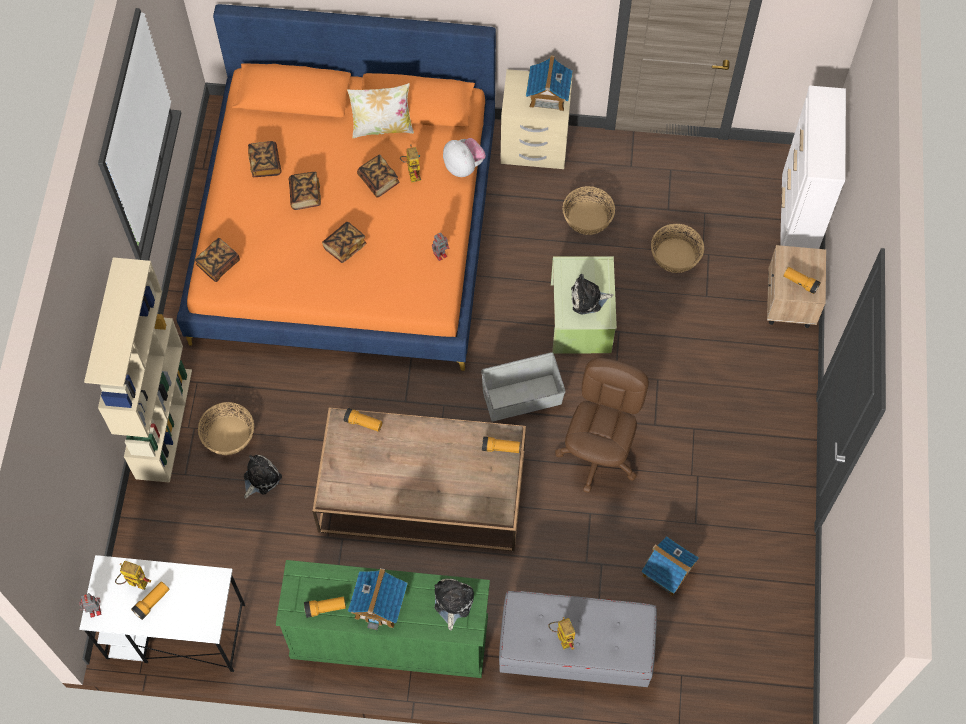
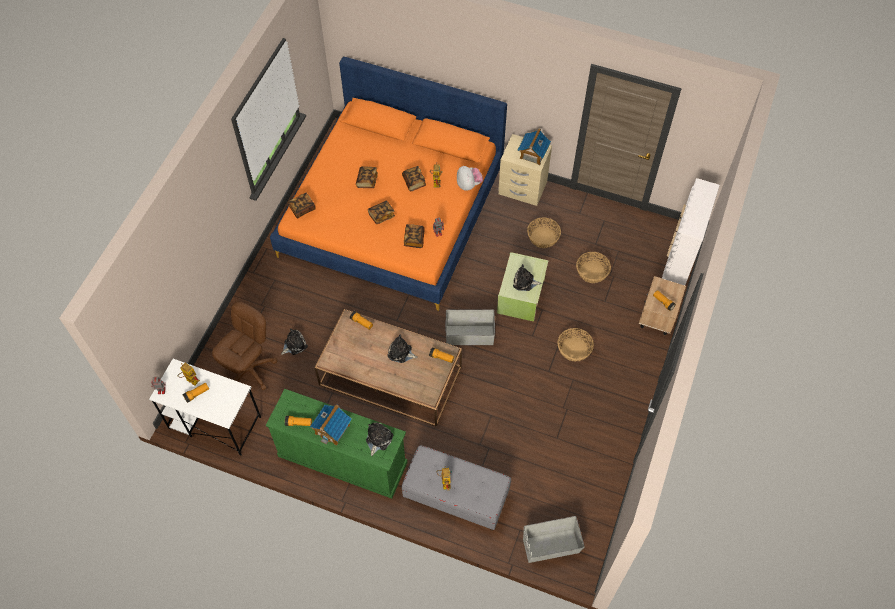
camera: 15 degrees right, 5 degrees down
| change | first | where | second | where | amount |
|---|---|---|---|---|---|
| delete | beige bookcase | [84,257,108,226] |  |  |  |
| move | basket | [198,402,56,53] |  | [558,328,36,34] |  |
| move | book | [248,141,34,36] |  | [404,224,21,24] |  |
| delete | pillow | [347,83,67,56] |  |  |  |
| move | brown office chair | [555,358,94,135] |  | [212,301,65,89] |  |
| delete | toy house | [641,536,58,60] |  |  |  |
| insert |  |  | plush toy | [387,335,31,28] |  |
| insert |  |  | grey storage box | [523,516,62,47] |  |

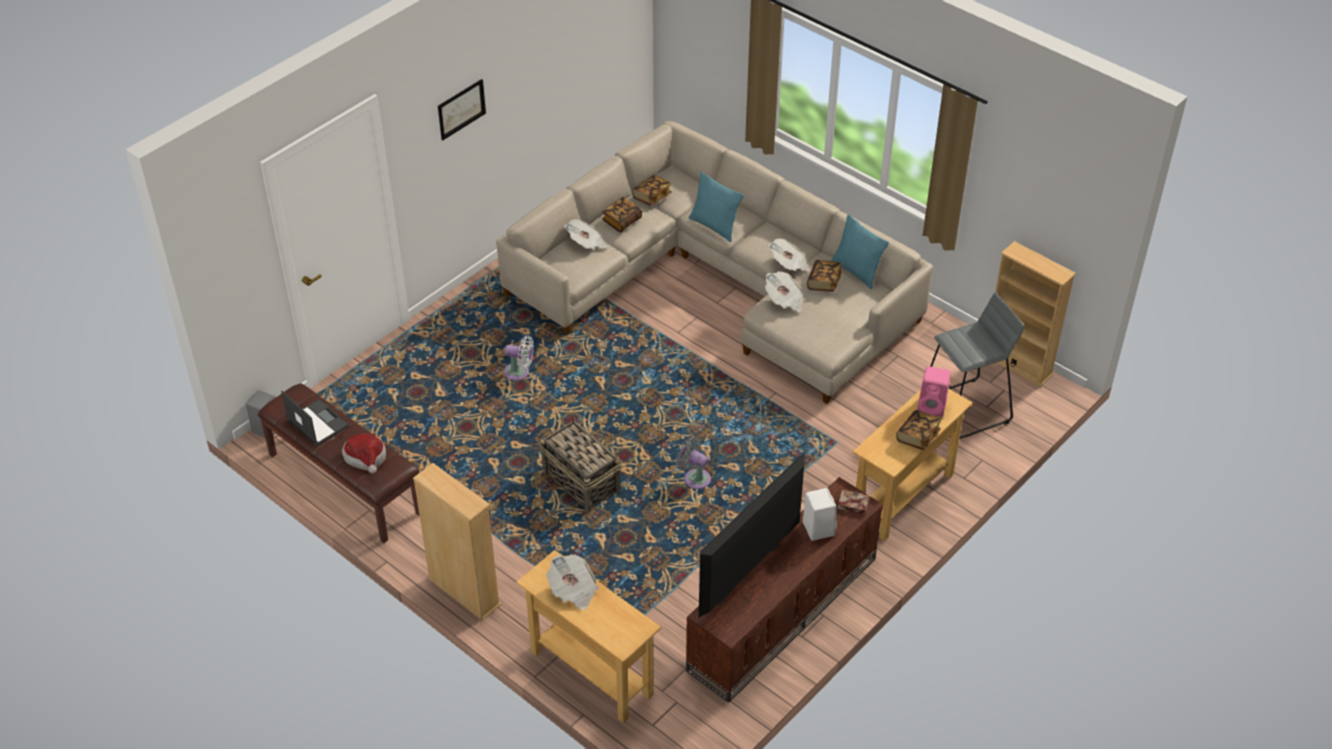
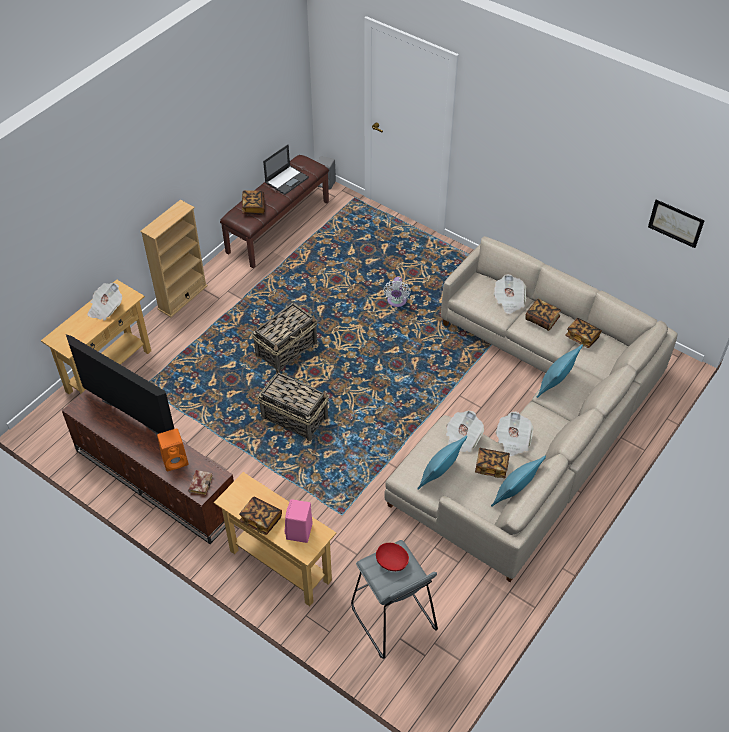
camera: 85 degrees right, 5 degrees up
| change | first | where | second | where | amount |
|---|---|---|---|---|---|
| replace | hat | [342,433,44,40] | book | [242,190,23,25] |  |
| move | picture | [438,79,48,62] |  | [648,200,56,48] |  |
| replace | grey fan | [676,437,35,52] | basket | [258,369,71,72] |  |
| recolor | white speaker | [803,488,34,53] | orange speaker | [157,428,31,43] |  |
| delete | beige bookcase | [995,241,81,146] |  |  |  |
| insert |  |  | red bowl | [376,542,33,29] |  |
| insert |  |  | turquoise pillow | [417,435,50,55] |  |

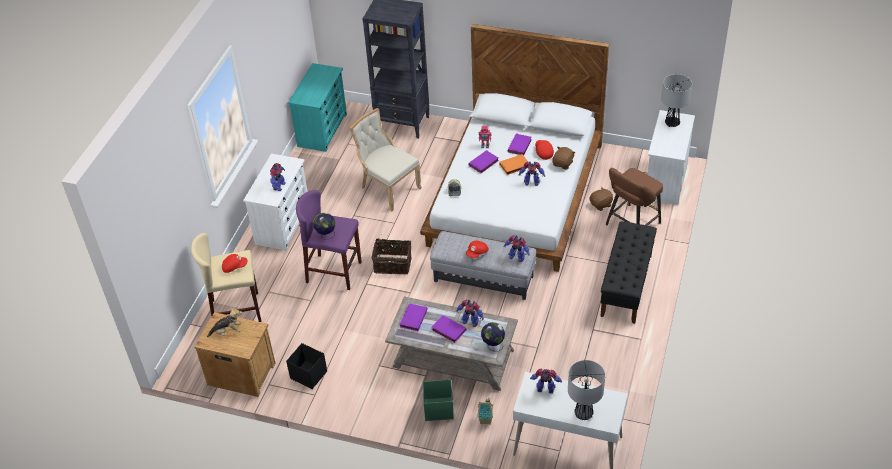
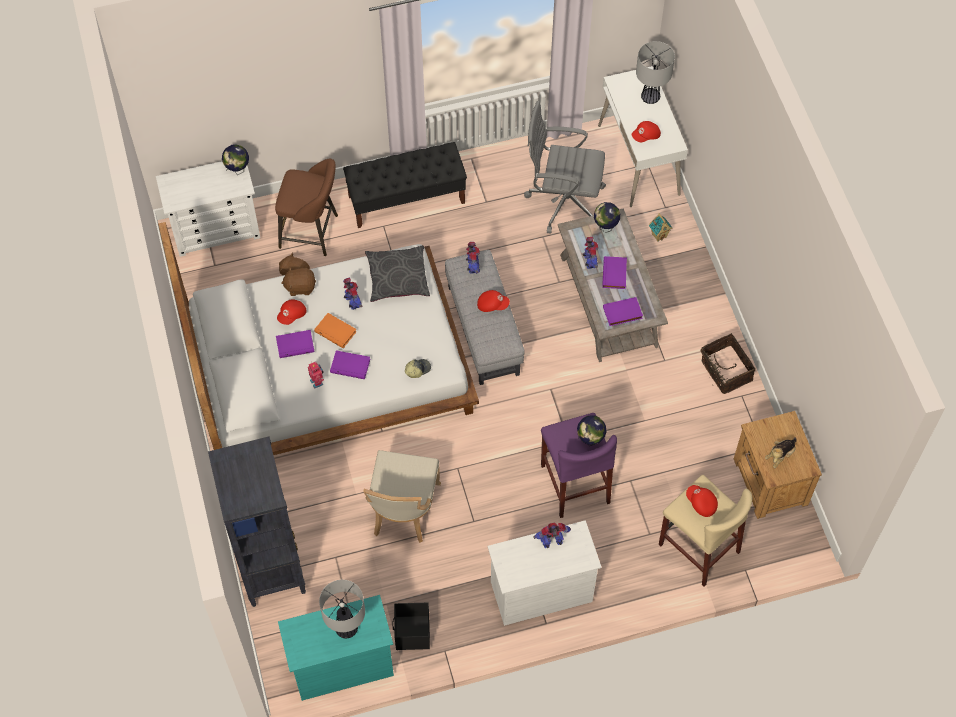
camera: 125 degrees left, 15 degrees up
| change | first | where | second | where | amount |
|---|---|---|---|---|---|
| rotate | plush toy | [207,306,35,31] |  | [765,437,31,31] | 90 degrees counterclockwise |
| move | black storage box | [286,343,41,46] |  | [392,602,38,48] |  |
| move | basket | [371,239,41,35] |  | [701,333,54,61] |  |
| delete | green storage box | [423,380,31,41] |  |  |  |
| replace | toy robot | [530,369,32,25] | red cap | [632,121,29,21] |  |
| move | table lamp | [661,74,31,53] |  | [319,580,46,58] |  |
| insert |  |  | globe | [222,144,27,31] |  |
| insert |  |  | grey pillow | [365,245,65,57] |  |
| insert |  |  | grey office chair | [524,101,82,133] |  |

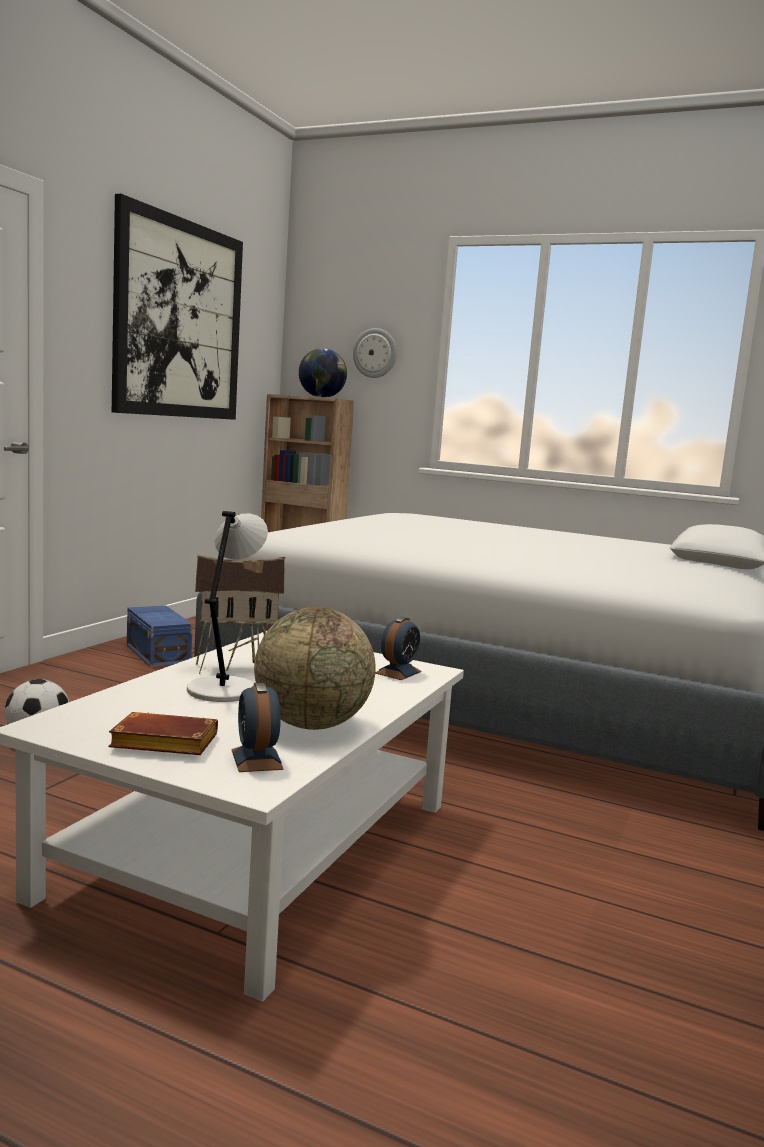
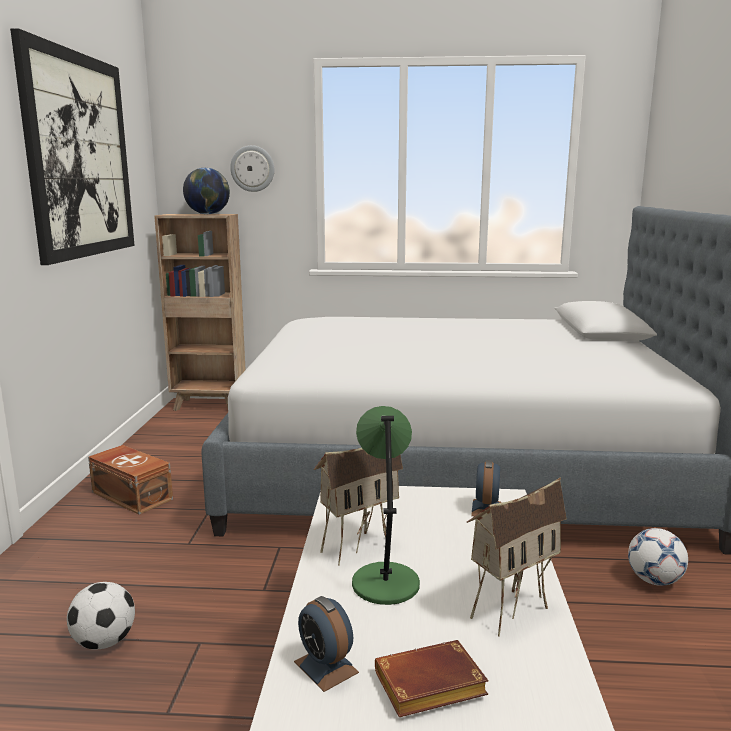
camera: 20 degrees left, 5 degrees up
| change | first | where | second | where | amount |
|---|---|---|---|---|---|
| recolor | blue storage box | [127,605,66,62] | brown storage box | [88,445,85,70] |  |
| recolor | grey table lamp | [187,511,81,191] | green table lamp | [352,406,68,199] |  |
| move | alarm clock | [231,683,53,89] |  | [294,596,65,96] |  |
| replace | globe | [254,607,122,123] | toy house | [467,477,100,160] |  |
| insert |  |  | football | [628,528,60,58] |  |

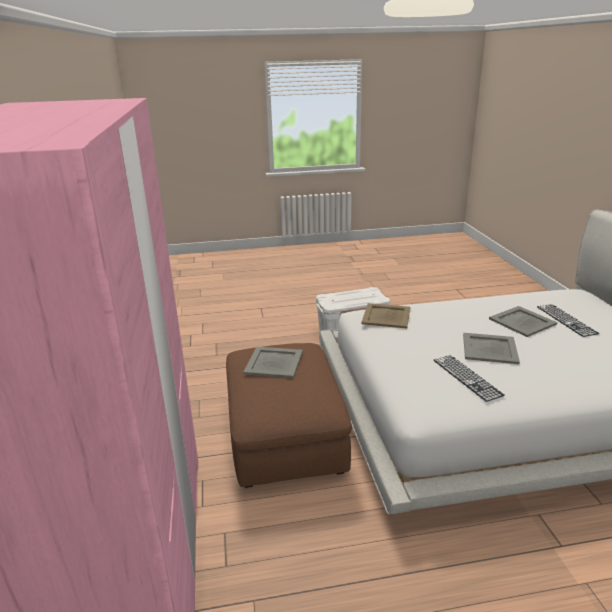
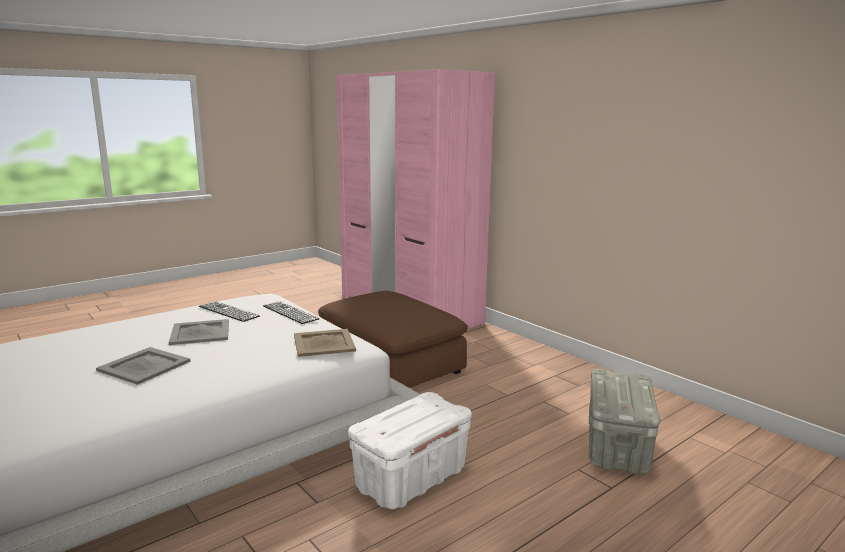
camera: 150 degrees right, 10 degrees down
| change | first | where | second | where | amount |
|---|---|---|---|---|---|
| delete | grey tray | [243,347,60,31] |  |  |  |
| move | keyboard | [537,304,62,33] |  | [263,301,56,23] |  |
| insert |  |  | grey storage box | [589,369,71,105] |  |

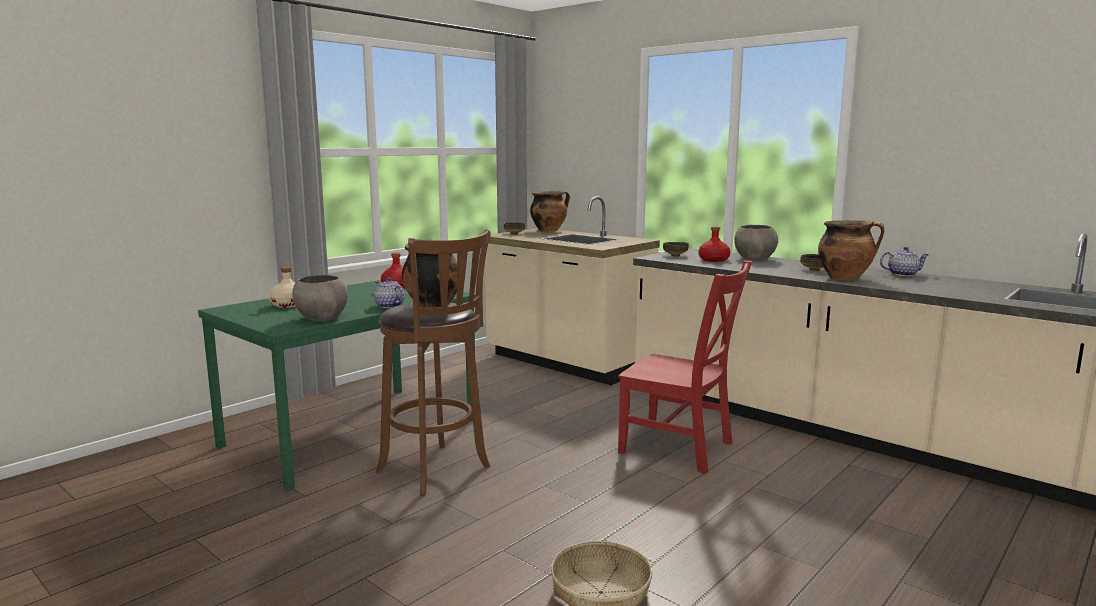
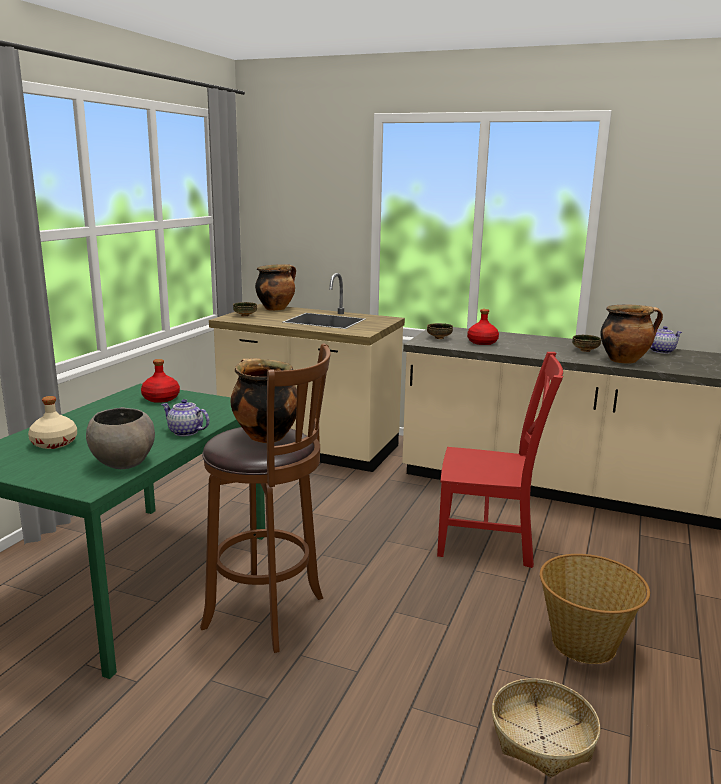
camera: 20 degrees left, 5 degrees up
| change | first | where | second | where | amount |
|---|---|---|---|---|---|
| delete | grey bowl | [734,224,44,37] |  |  |  |
| insert |  |  | basket | [540,554,110,110] |  |

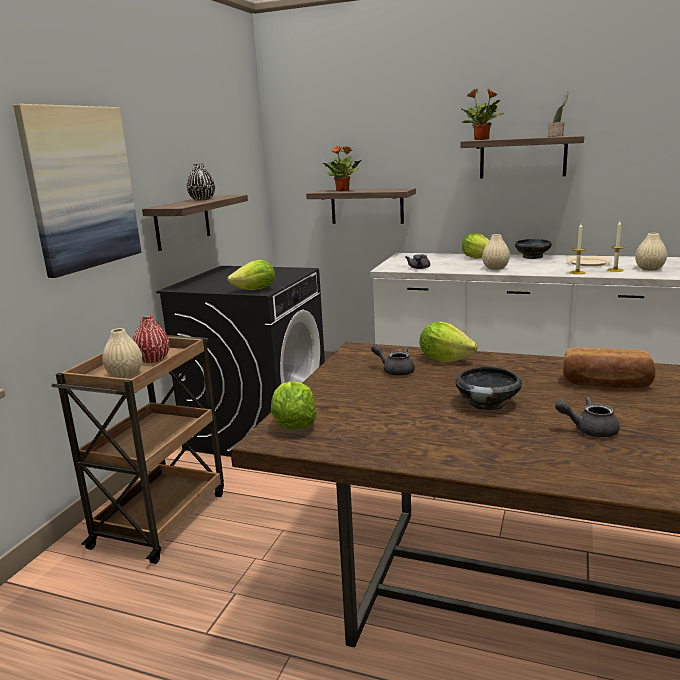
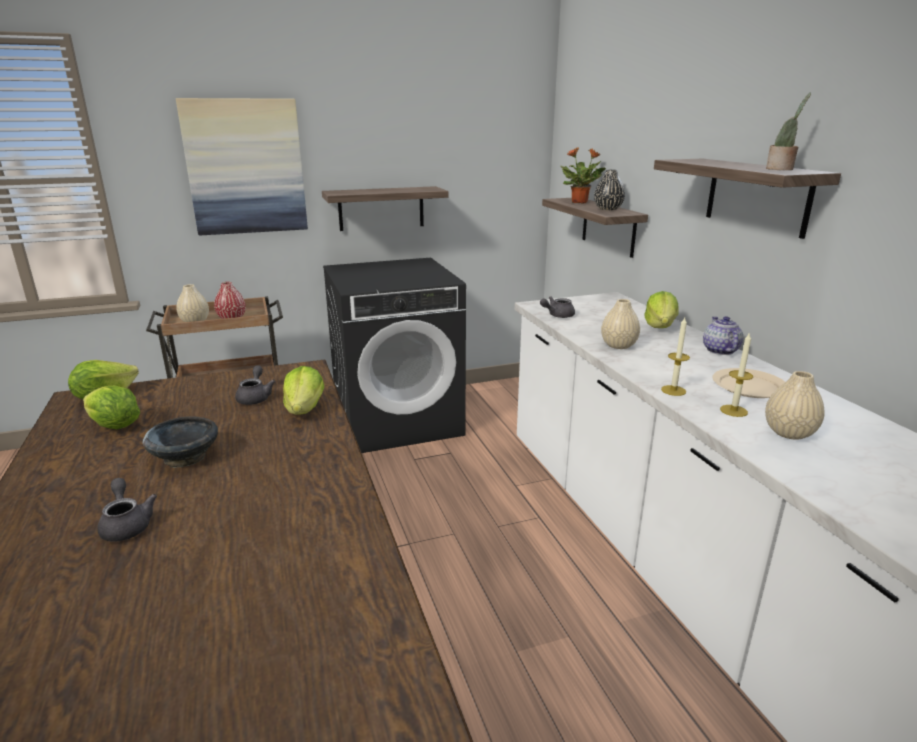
camera: 50 degrees right, 5 degrees up
| change | first | where | second | where | amount |
|---|---|---|---|---|---|
| move | black vase | [187,164,28,37] |  | [594,170,31,40] |  |
| move | lettuce | [227,260,48,30] |  | [83,386,57,43] |  |
| delete | potted plant | [460,89,44,51] |  |  |  |
| replace | black bowl | [515,239,37,20] | teapot | [703,316,40,39] |  |
| delete | bread | [563,347,93,41] |  |  |  |

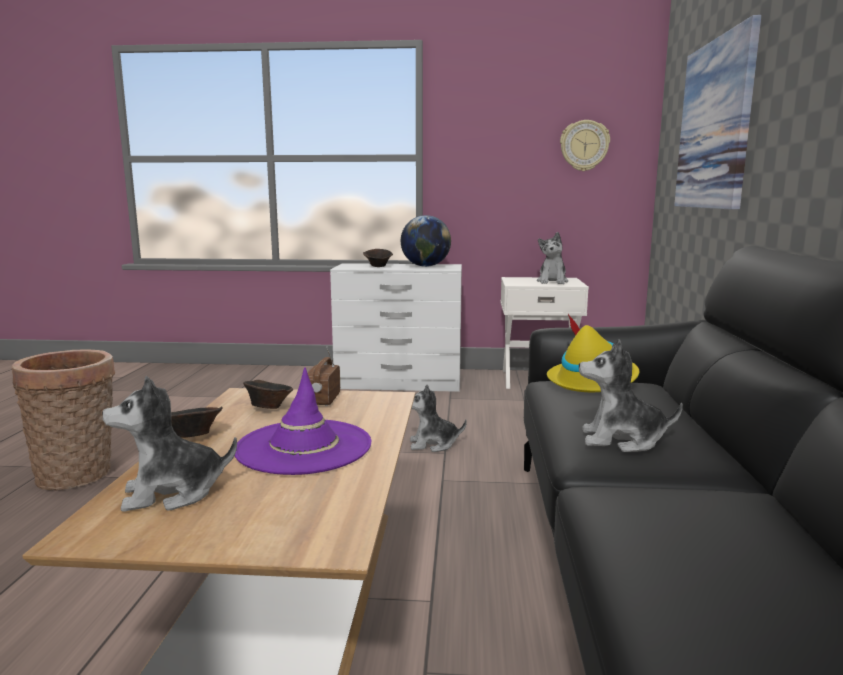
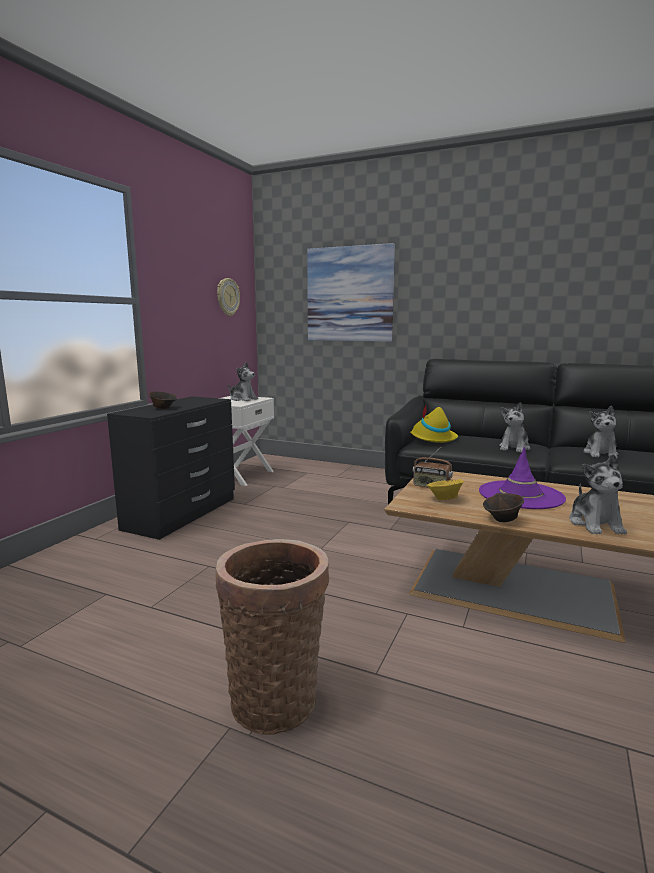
camera: 70 degrees left, 0 degrees up
| change | first | where | second | where | amount |
|---|---|---|---|---|---|
| recolor | brown bowl | [243,380,50,29] | yellow bowl | [427,479,37,21] |  |
| recolor | white dresser | [330,263,132,129] | black dresser | [107,396,128,144] |  |
| delete | globe | [401,215,50,52] |  |  |  |
| move | plush toy | [410,385,57,67] |  | [583,406,36,53] |  |

